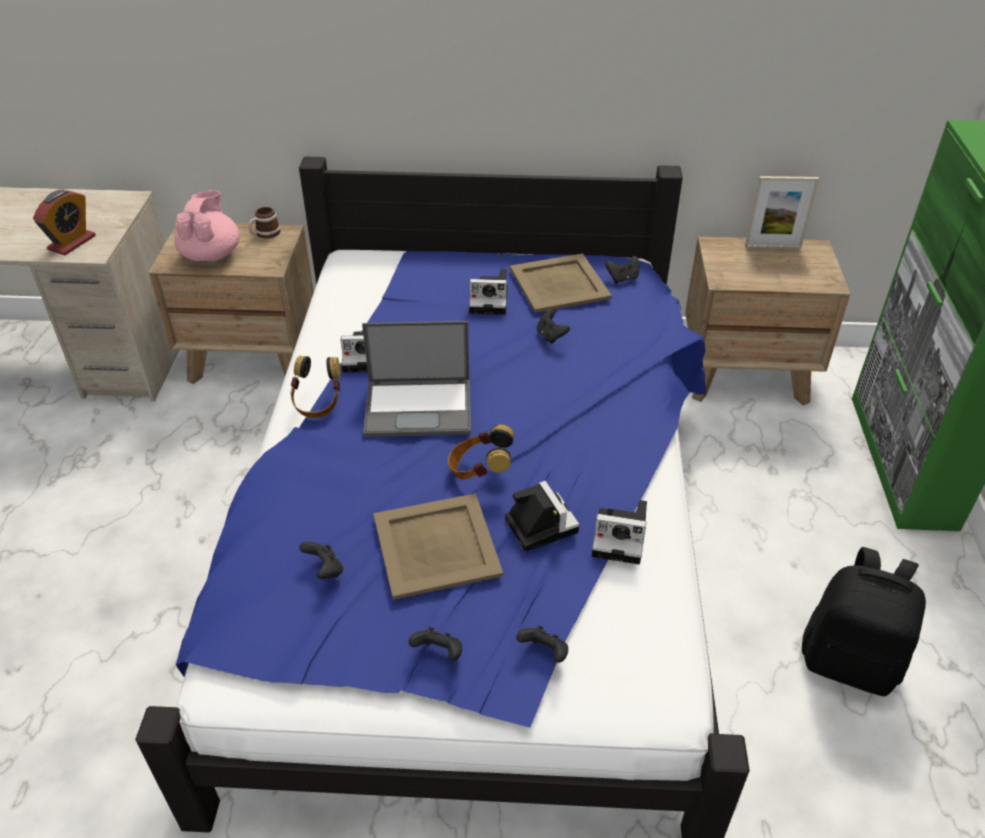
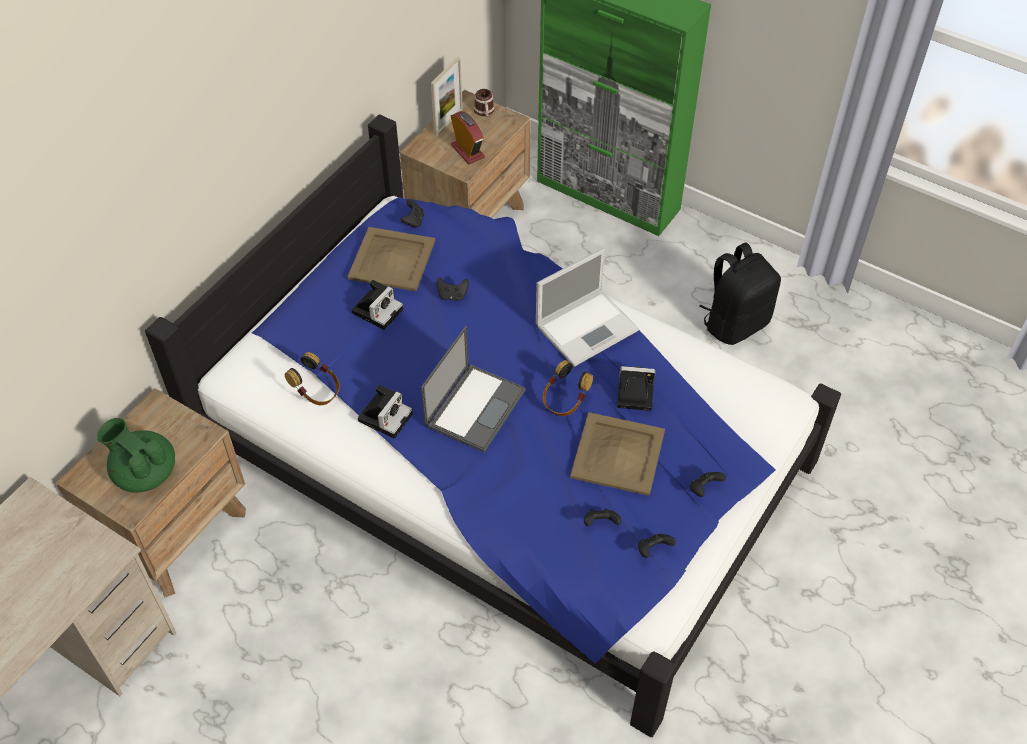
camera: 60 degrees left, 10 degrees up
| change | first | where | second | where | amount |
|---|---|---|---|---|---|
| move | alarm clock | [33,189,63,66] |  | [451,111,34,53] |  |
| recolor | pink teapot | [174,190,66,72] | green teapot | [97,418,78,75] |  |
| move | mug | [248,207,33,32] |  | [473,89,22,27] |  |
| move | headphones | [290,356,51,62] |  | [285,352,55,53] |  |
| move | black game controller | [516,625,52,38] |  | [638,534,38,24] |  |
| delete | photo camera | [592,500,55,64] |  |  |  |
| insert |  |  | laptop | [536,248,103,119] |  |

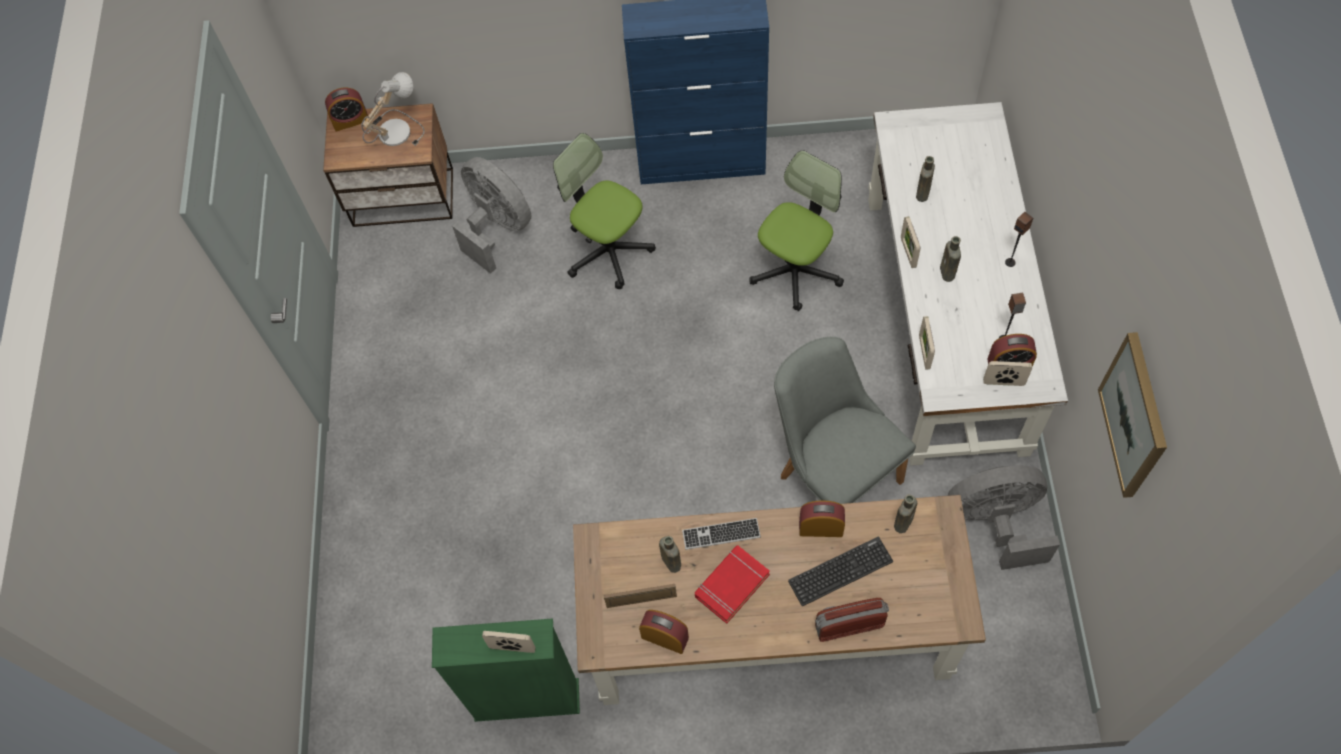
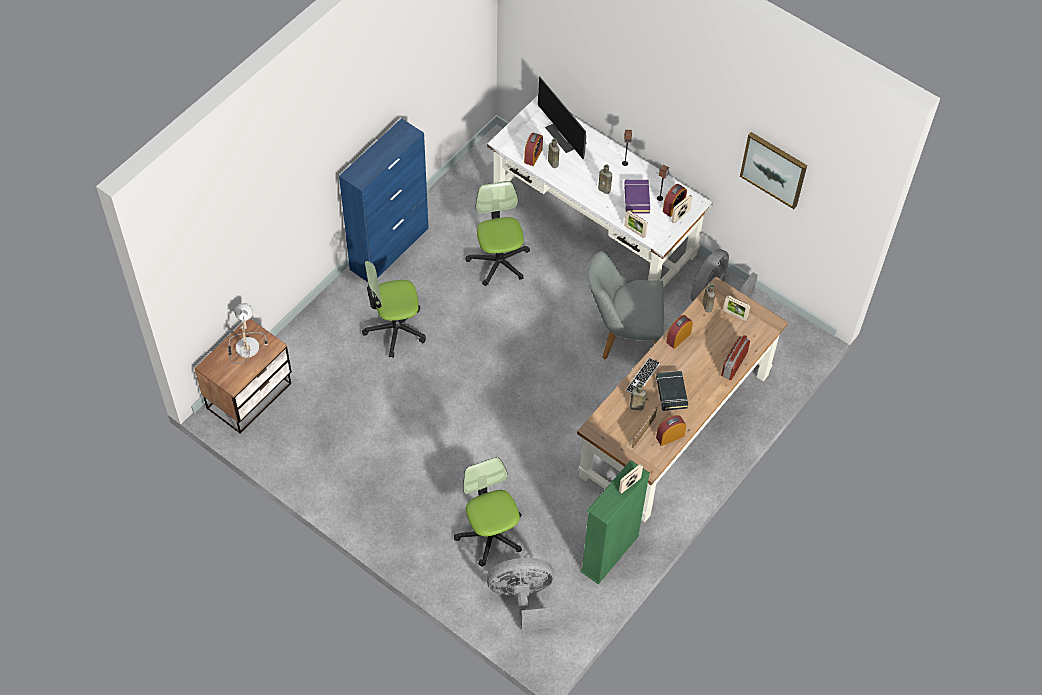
camera: 55 degrees left, 5 degrees down
| change | first | where | second | where | amount |
|---|---|---|---|---|---|
| move | alarm clock | [325,88,43,44] |  | [524,133,19,33] |  |
| move | grey fan | [452,157,79,117] |  | [487,558,69,73] |  |
| recolor | red book | [695,545,75,79] | black book | [656,371,32,40] |  |
| delete | keyboard | [788,537,105,69] |  |  |  |
| move | picture frame | [901,216,20,52] |  | [723,295,27,26] |  |
| insert |  |  | office chair | [454,457,68,110] |  |
| insert |  |  | monitor | [538,76,49,83] |  |
| insert |  |  | purple book | [624,180,26,33] |  |

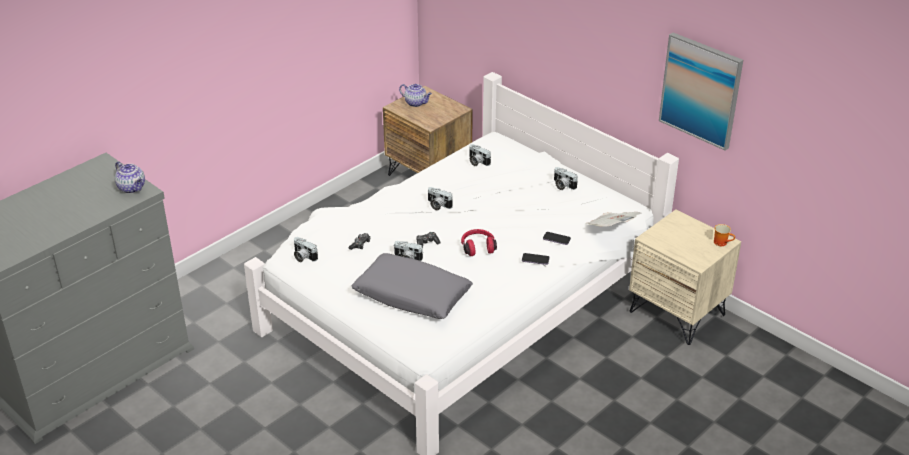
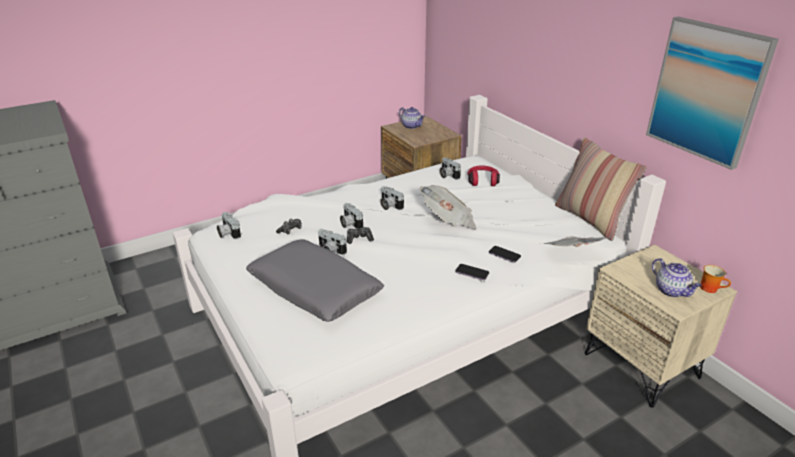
camera: 15 degrees right, 5 degrees down
| change | first | where | second | where | amount |
|---|---|---|---|---|---|
| move | teapot | [115,161,30,32] |  | [652,258,50,39] |  |
| move | red headphones | [461,229,36,27] |  | [467,166,33,20] |  |
| move | photo camera | [554,167,24,23] |  | [340,203,23,26] |  |
| insert |  |  | newspaper | [420,185,57,44] |  |
| insert |  |  | pillow | [555,137,92,104] |  |

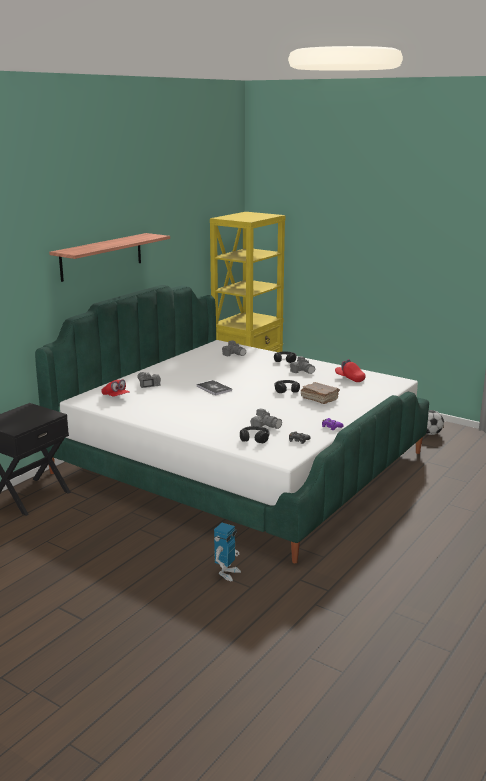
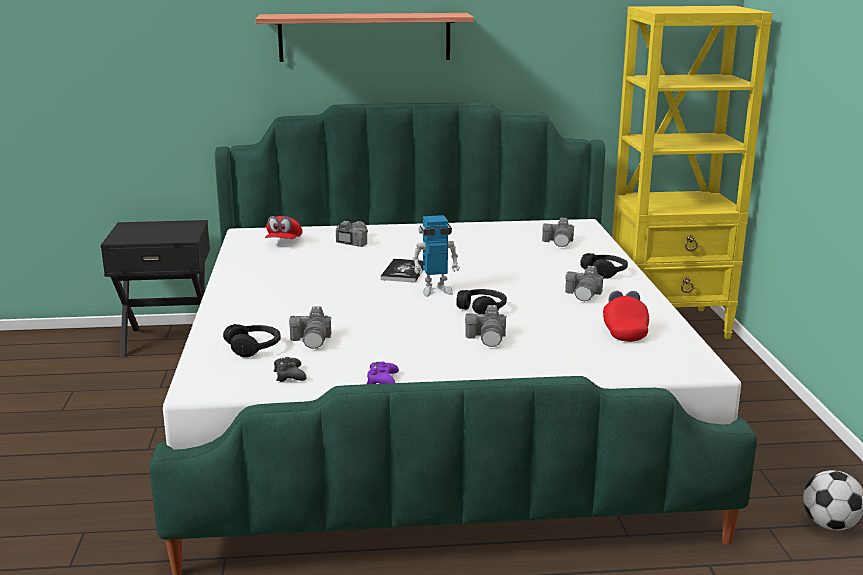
camera: 50 degrees right, 0 degrees up
| change | first | where | second | where | amount |
|---|---|---|---|---|---|
| move | toy robot | [214,523,27,58] |  | [412,215,48,82] |  |
| replace | brown book | [301,382,39,22] | photo camera | [465,305,42,42] |  |

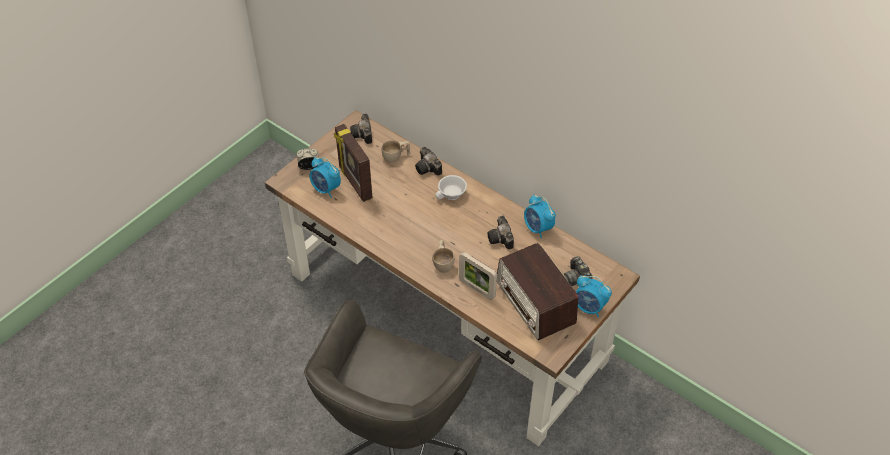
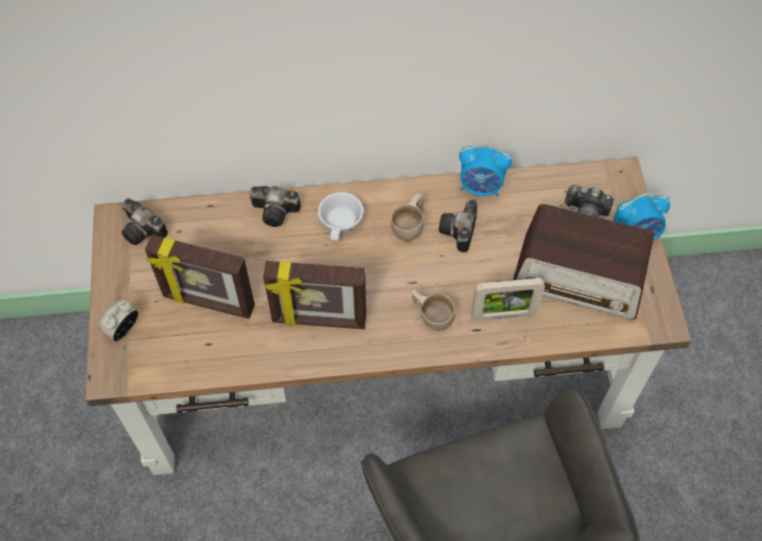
camera: 45 degrees left, 10 degrees up
| change | first | where | second | where | amount |
|---|---|---|---|---|---|
| delete | alarm clock | [309,157,32,41] |  |  |  |
| move | beige cup | [381,140,30,23] |  | [391,194,33,47] |  |
| rotate | photo camera | [488,215,26,34] |  | [439,199,38,53] | 75 degrees clockwise |
| insert |  |  | picture frame | [263,261,103,68] |  |

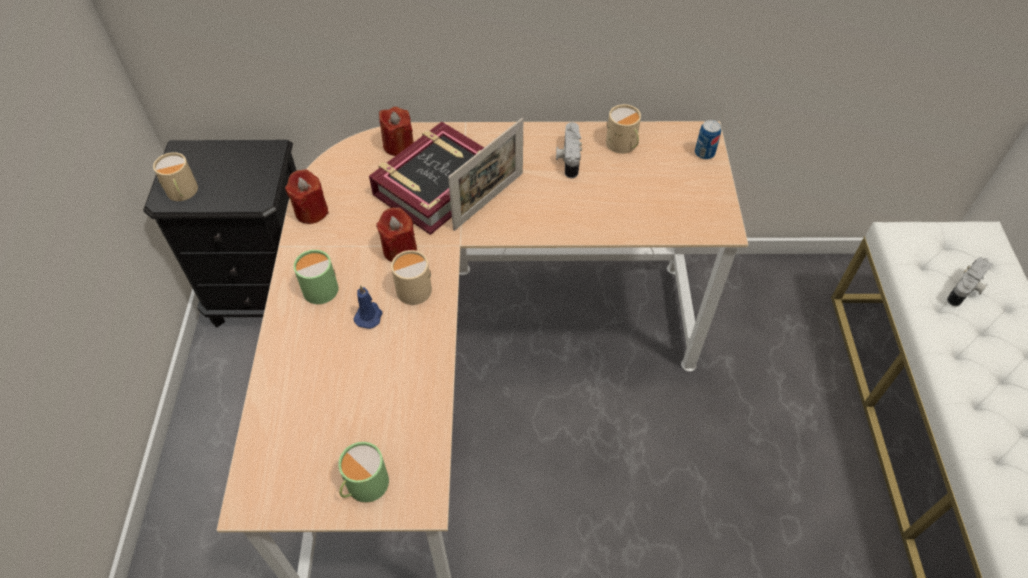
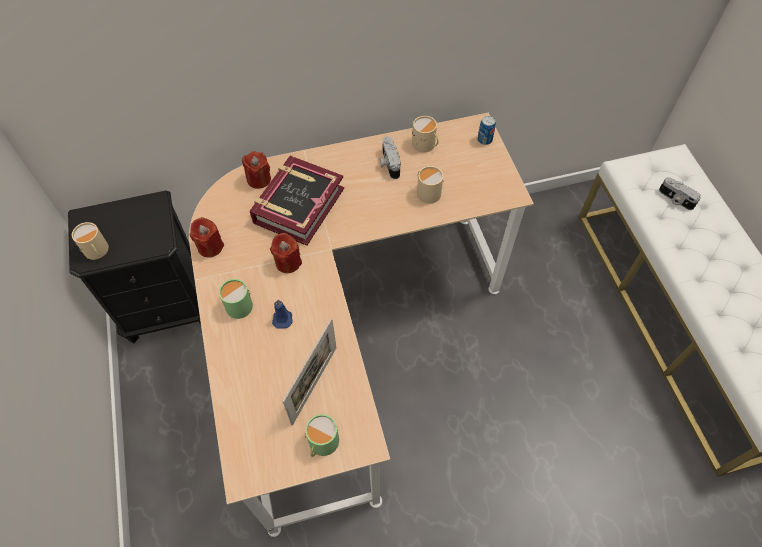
camera: 15 degrees left, 5 degrees up
| change | first | where | second | where | amount |
|---|---|---|---|---|---|
| move | beige mug | [391,250,41,55] |  | [417,166,27,38] |  |
| move | picture frame | [448,118,75,113] |  | [282,318,54,108] |  |
| rotate | photo camera | [947,257,45,50] |  | [659,177,42,33] | 105 degrees clockwise |

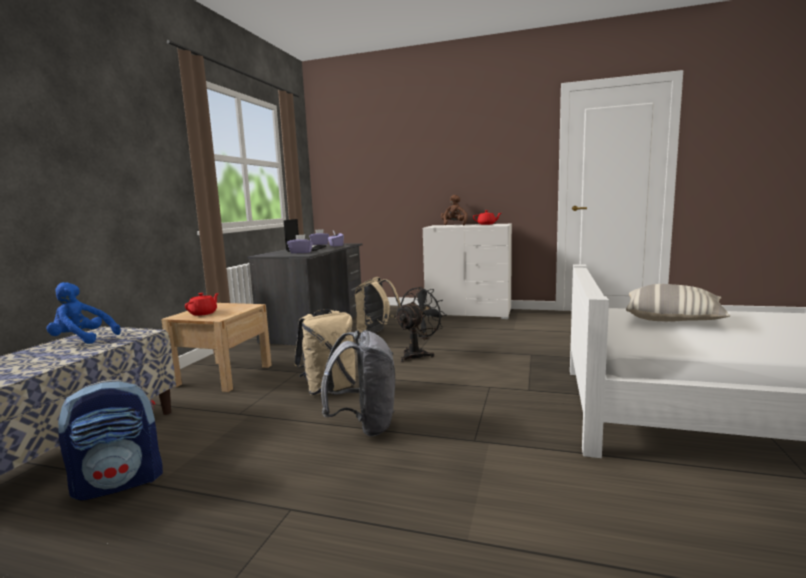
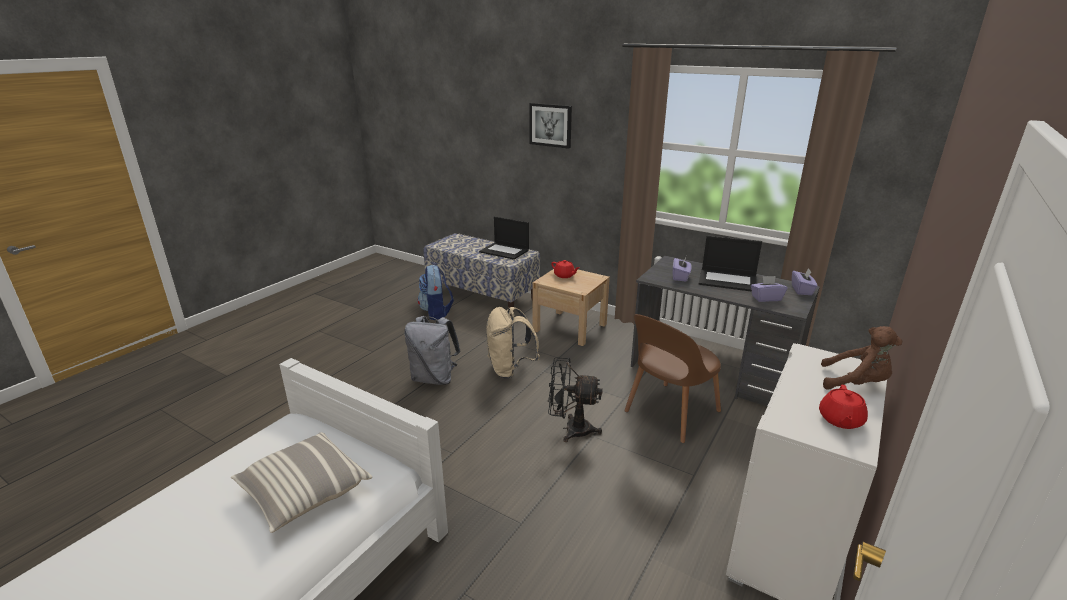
camera: 105 degrees right, 15 degrees up
| change | first | where | second | where | amount |
|---|---|---|---|---|---|
| replace | blue plush toy | [47,282,74,62] | laptop | [479,216,50,44] |  |
| replace | beige backpack | [355,277,46,57] | brown chair | [624,314,97,129] |  |
| rotate | black fan | [394,287,53,75] |  | [548,357,55,85] | 135 degrees clockwise |
| insert |  |  | picture | [529,103,43,46] |  |

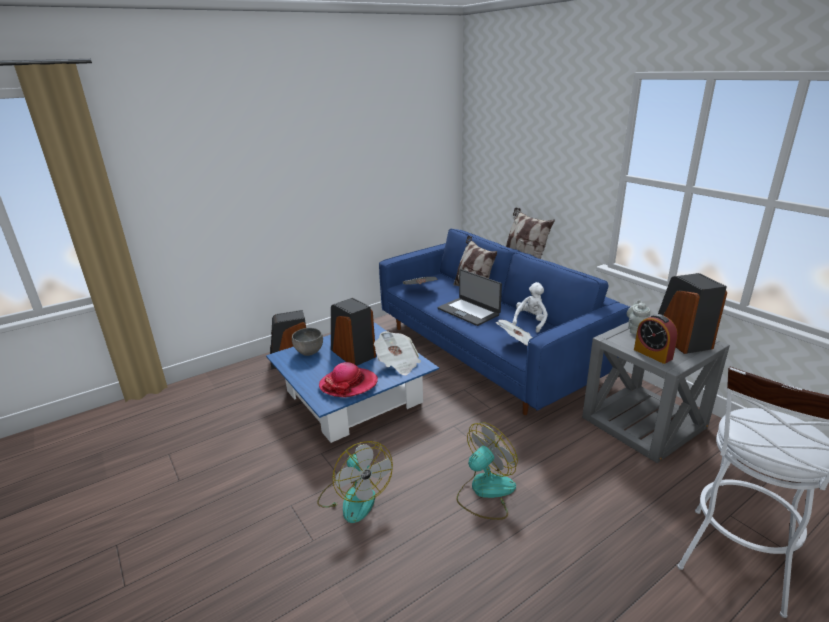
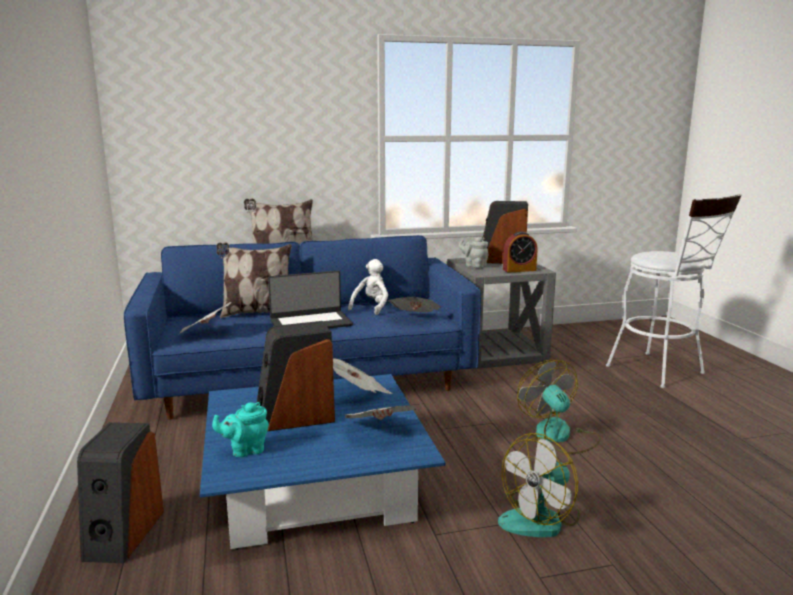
camera: 70 degrees left, 10 degrees down
| change | first | where | second | where | amount |
|---|---|---|---|---|---|
| replace | grey bowl | [292,328,31,28] | turquoise teapot | [212,402,57,55] |  |
| rotate | fan | [317,441,76,82] |  | [498,433,82,104] | 150 degrees clockwise |
| replace | hat | [319,362,59,36] | newspaper | [345,405,71,15] |  |
| rotate | white plush toy | [512,282,36,51] |  | [348,259,40,56] | 60 degrees clockwise |

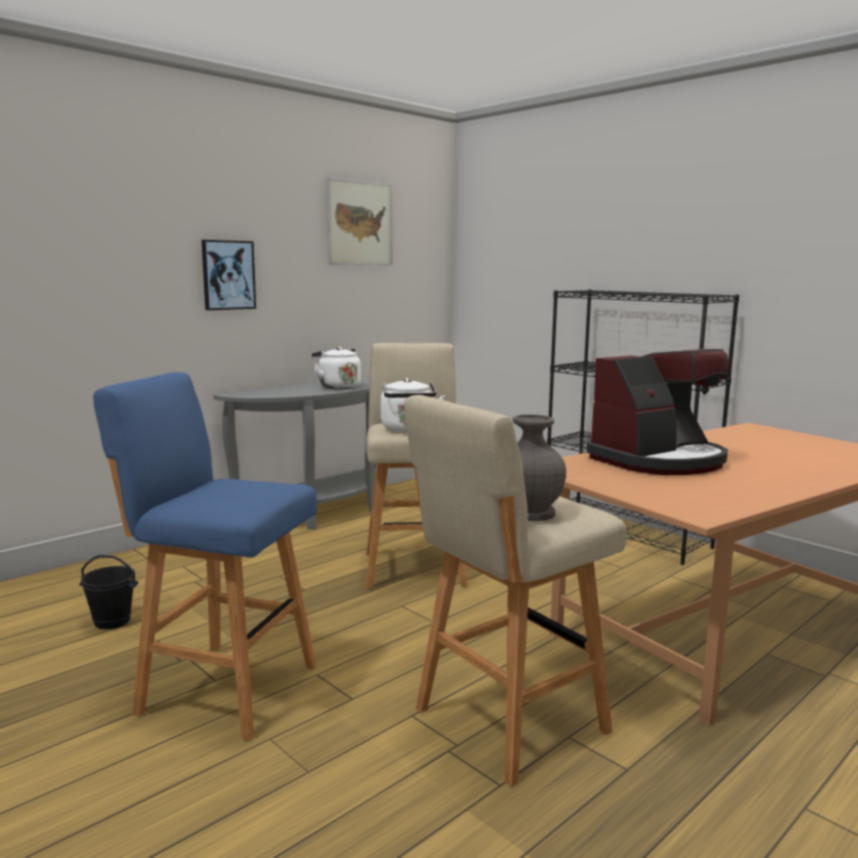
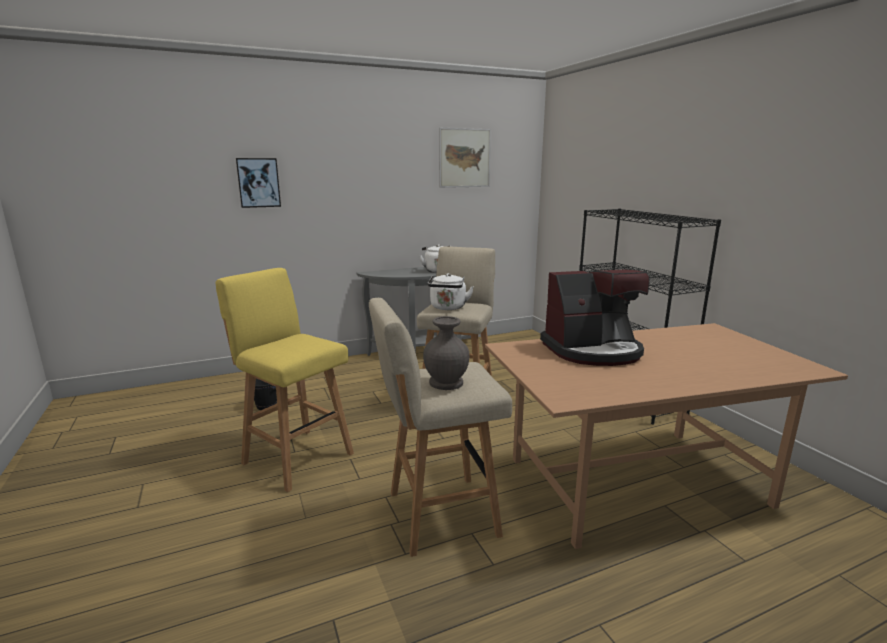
camera: 20 degrees right, 5 degrees up
| change | first | where | second | where | amount |
|---|---|---|---|---|---|
| recolor | blue stool | [93,372,224,369] | yellow stool | [216,268,138,224] |  |
| move | picture | [202,240,54,70] |  | [236,158,45,50] |  |

